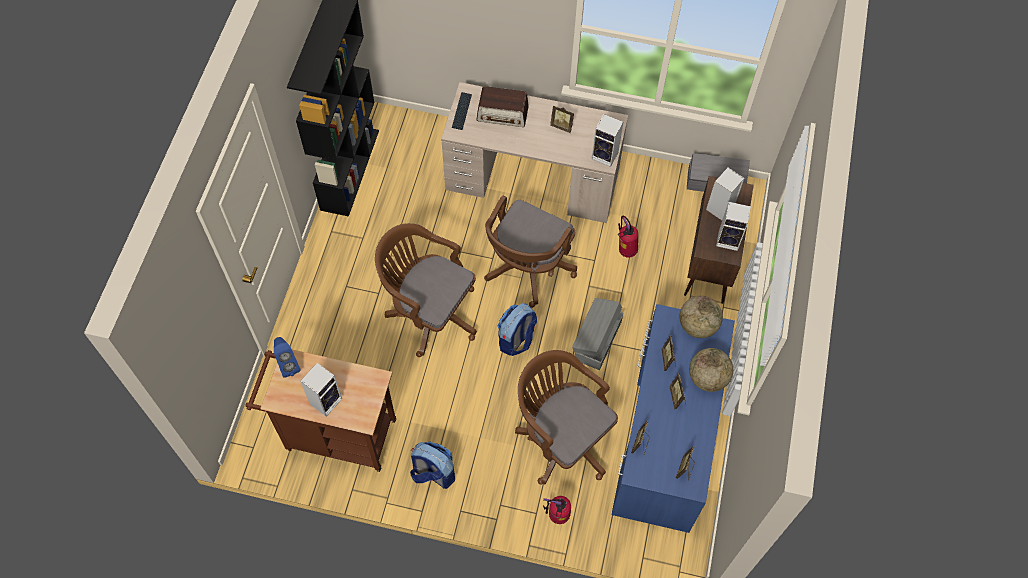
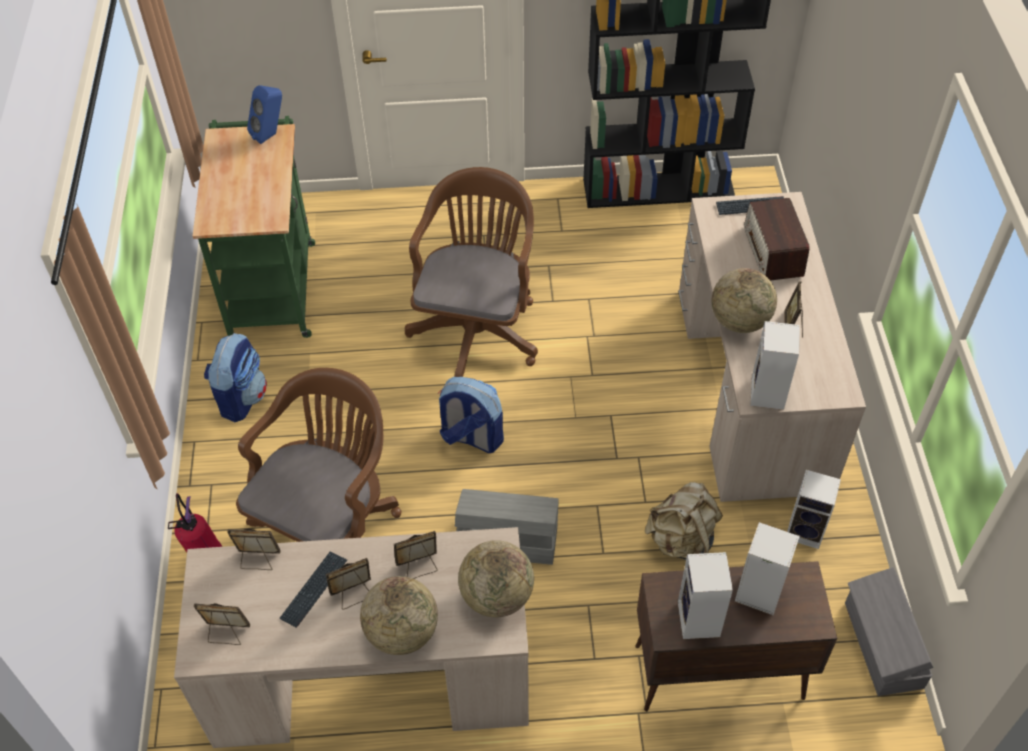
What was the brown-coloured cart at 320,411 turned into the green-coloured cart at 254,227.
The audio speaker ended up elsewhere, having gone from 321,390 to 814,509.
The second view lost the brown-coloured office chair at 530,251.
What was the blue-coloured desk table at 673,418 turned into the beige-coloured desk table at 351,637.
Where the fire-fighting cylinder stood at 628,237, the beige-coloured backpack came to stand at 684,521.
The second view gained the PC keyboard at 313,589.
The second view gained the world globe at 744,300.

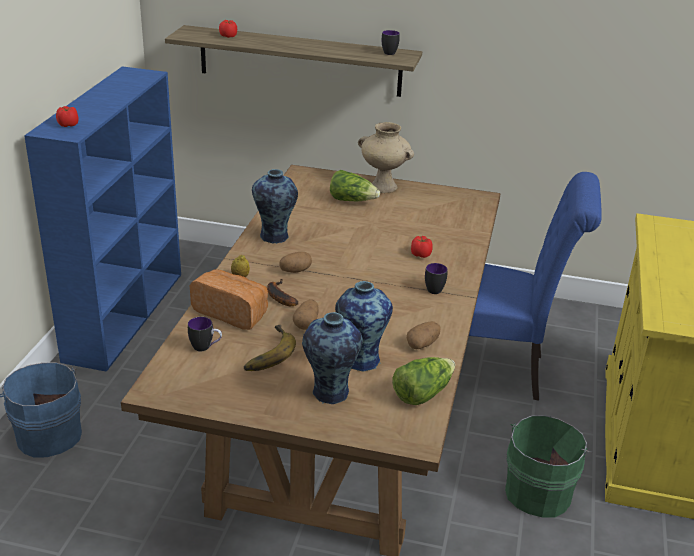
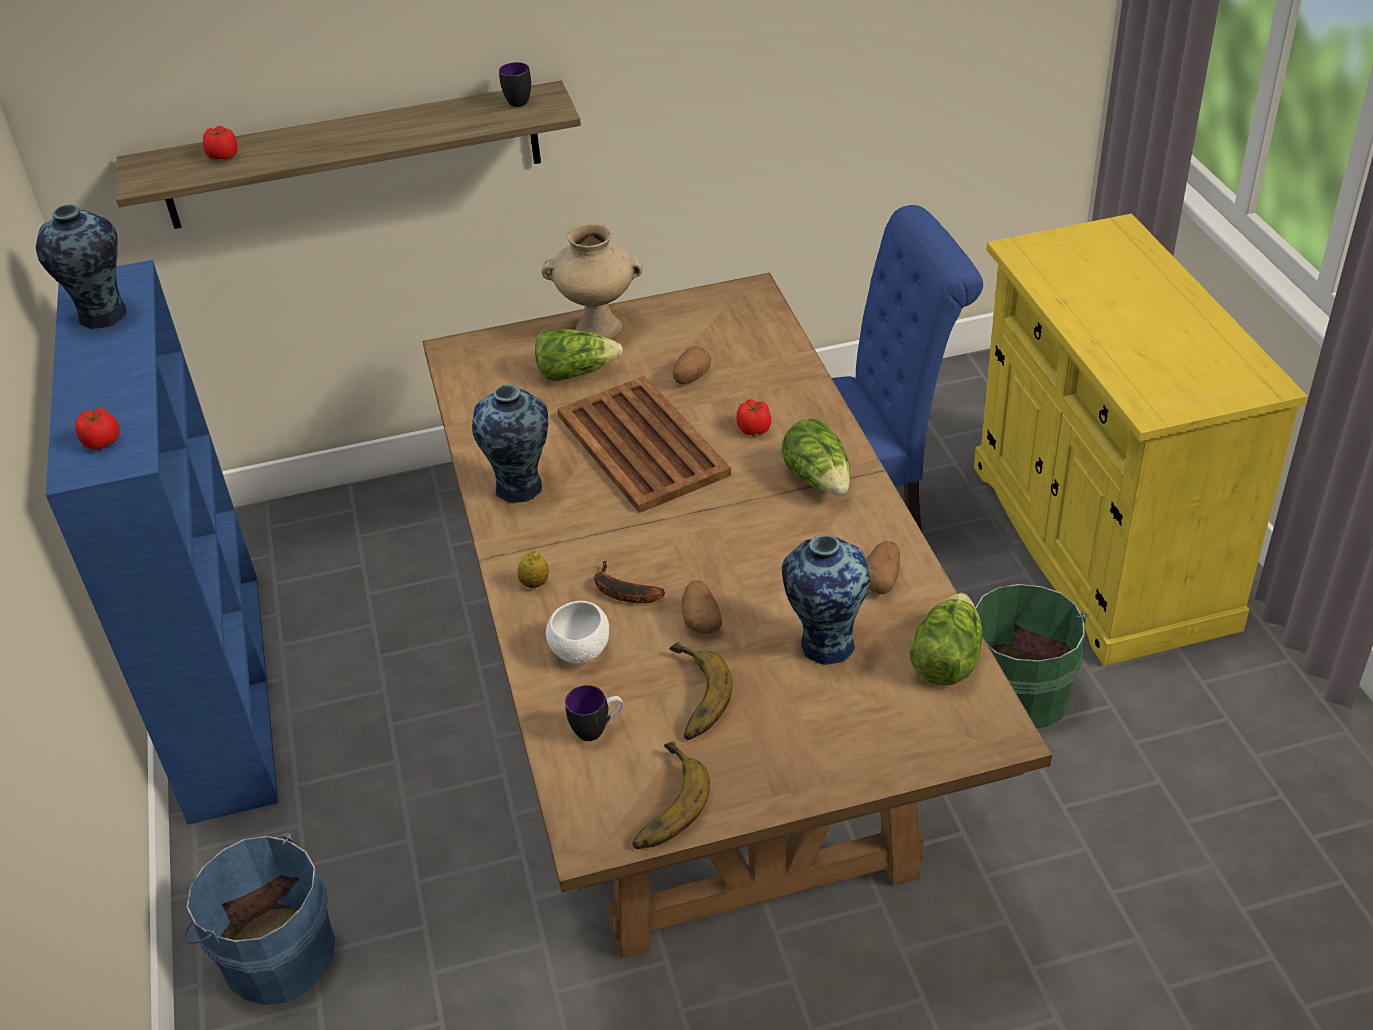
Where the bread stood at 229,299, the white serving bowl came to stand at 577,632.
The whole potato ended up elsewhere, having gone from 295,262 to 692,365.
The decorative vase ended up elsewhere, having gone from 332,358 to 81,267.
Where the coffee mug stood at 436,278, the lettuce came to stand at 816,457.
The second view gained the brown-coloured serving tray at 644,444.
The second view gained the whole banana at 671,795.

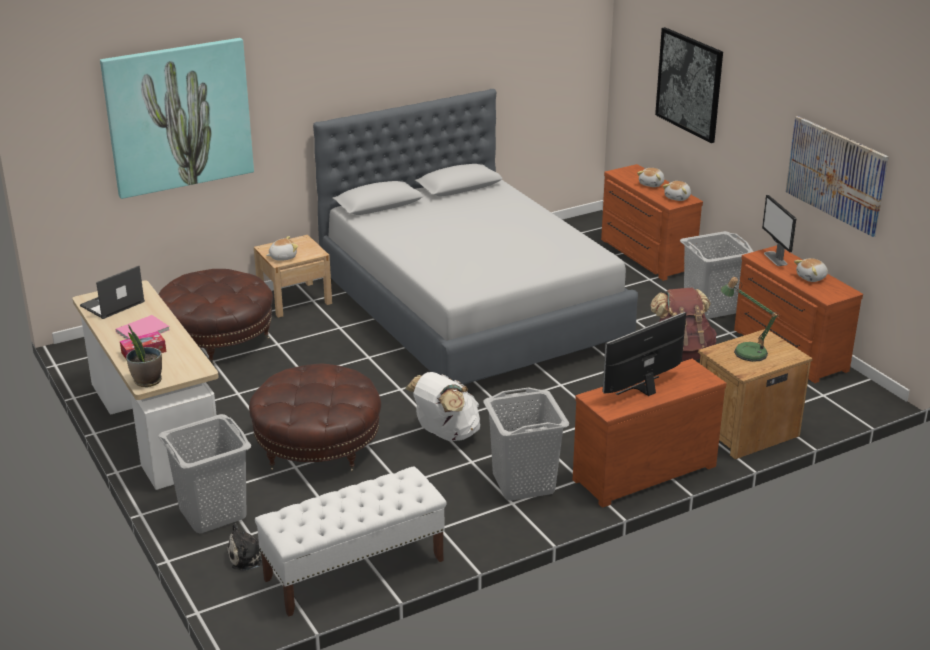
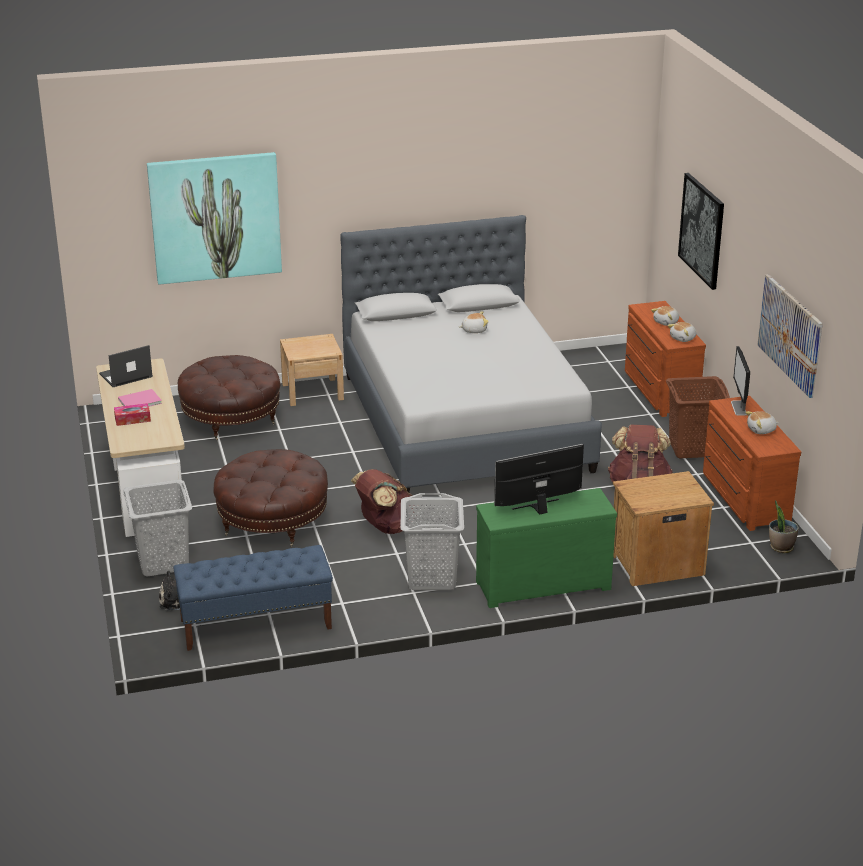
The plant in a pot ended up elsewhere, having gone from 144,356 to 784,526.
What was the white indoor bench at 351,542 turned into the blue-coloured indoor bench at 253,598.
The plush toy ended up elsewhere, having gone from 282,248 to 474,322.
What was the white backpack at 442,406 turned into the brown-coloured backpack at 384,501.
What was the brown-coloured dresser at 650,433 turned into the green-coloured dresser at 546,548.
What was the greyish washing basket at 717,275 turned into the brown-coloured washing basket at 698,417.
The second view lost the tabletop lamp at 750,319.

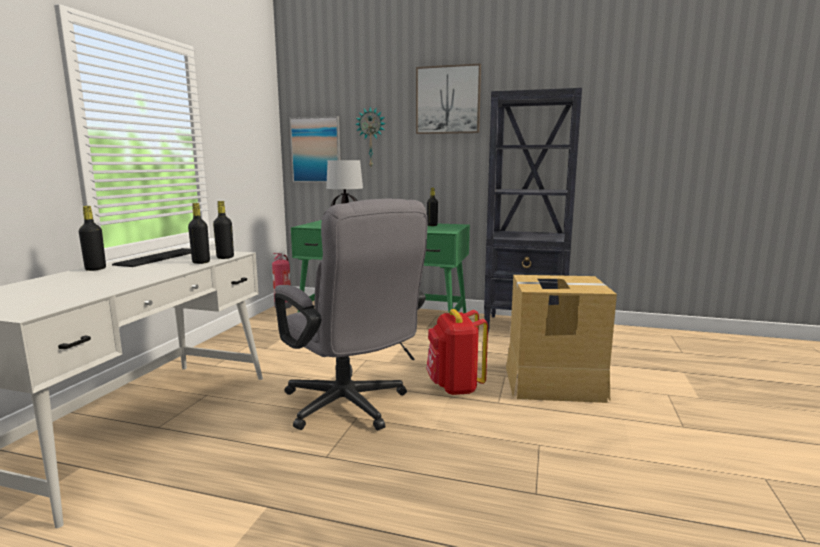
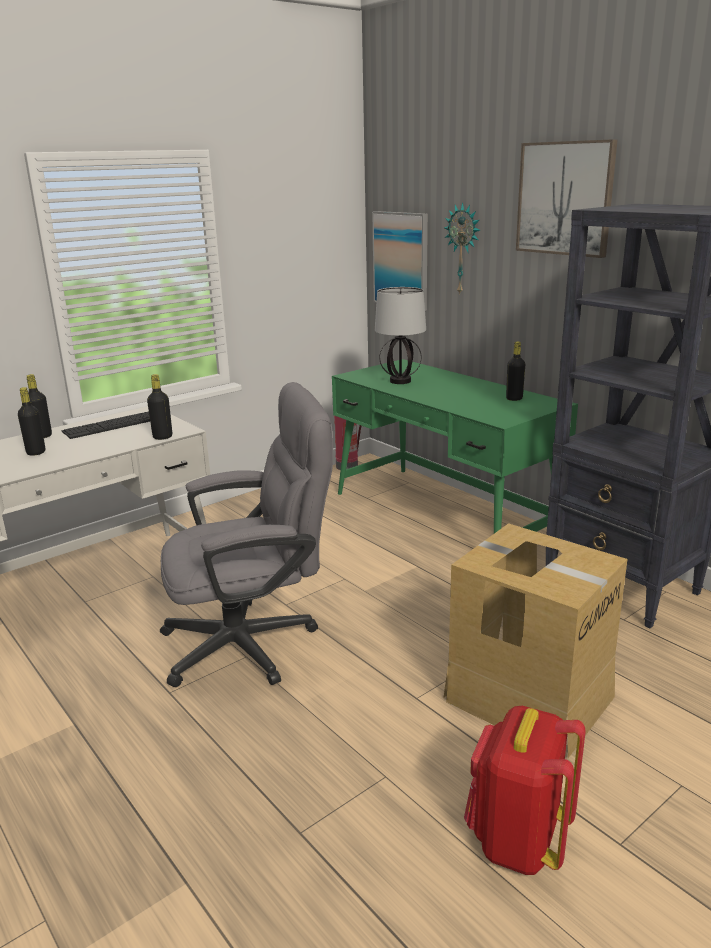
The black-coloured bottle ended up elsewhere, having gone from 199,233 to 31,421.
The greyish office chair at 350,314 ended up facing another way, 105 degrees counterclockwise from before.
The red-coloured backpack ended up elsewhere, having gone from 457,352 to 524,790.

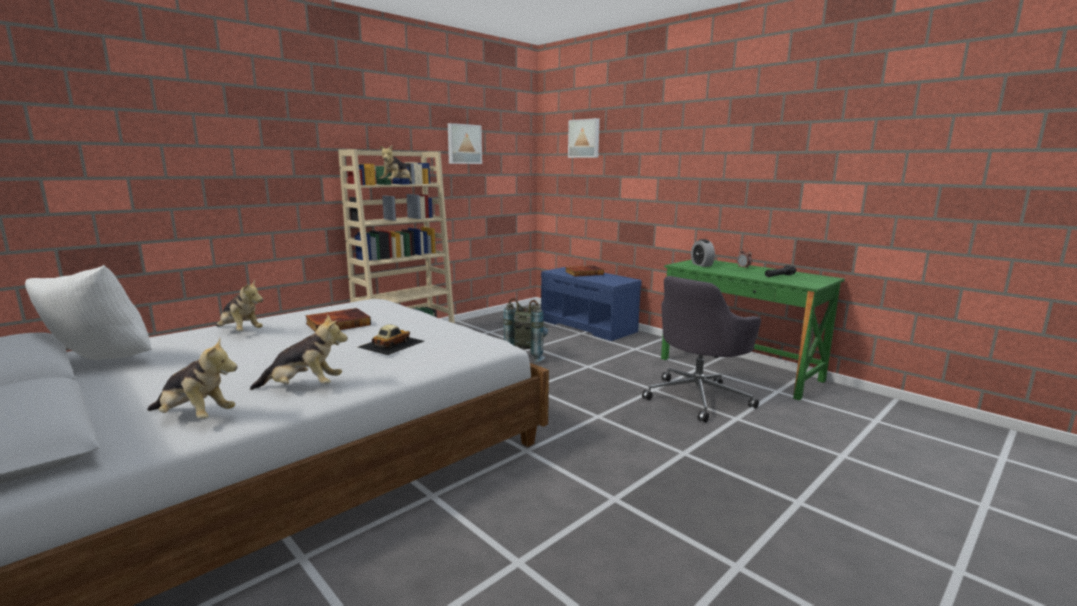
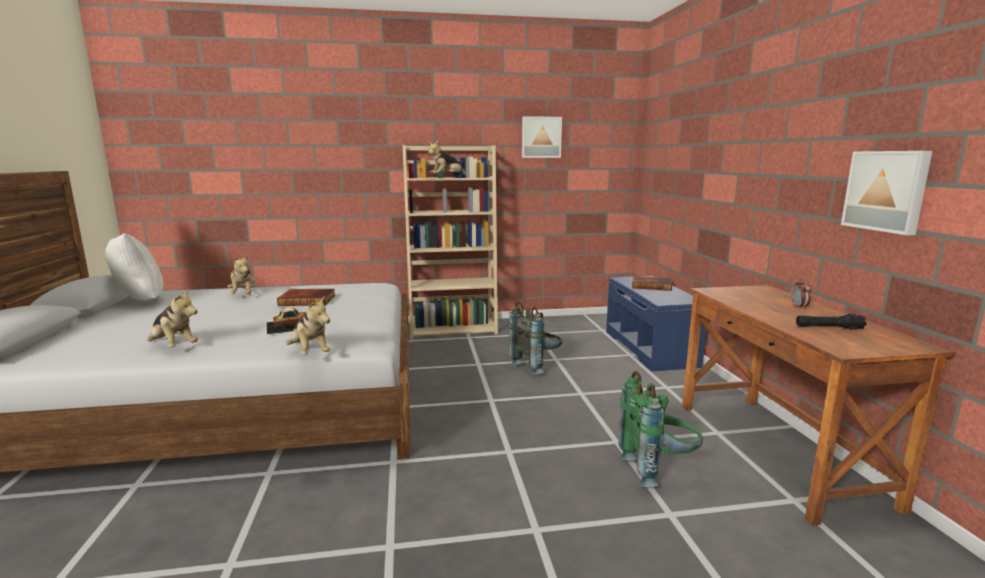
The plush toy ended up elsewhere, having gone from 192,378 to 307,325.
The wall art ended up elsewhere, having gone from 584,138 to 886,193.
Where the greyish office chair stood at 701,349, the green-coloured backpack came to stand at 660,429.
What was the green-coloured desk table at 753,330 turned into the brown-coloured desk table at 819,405.
The second view lost the bedside clock at 703,253.

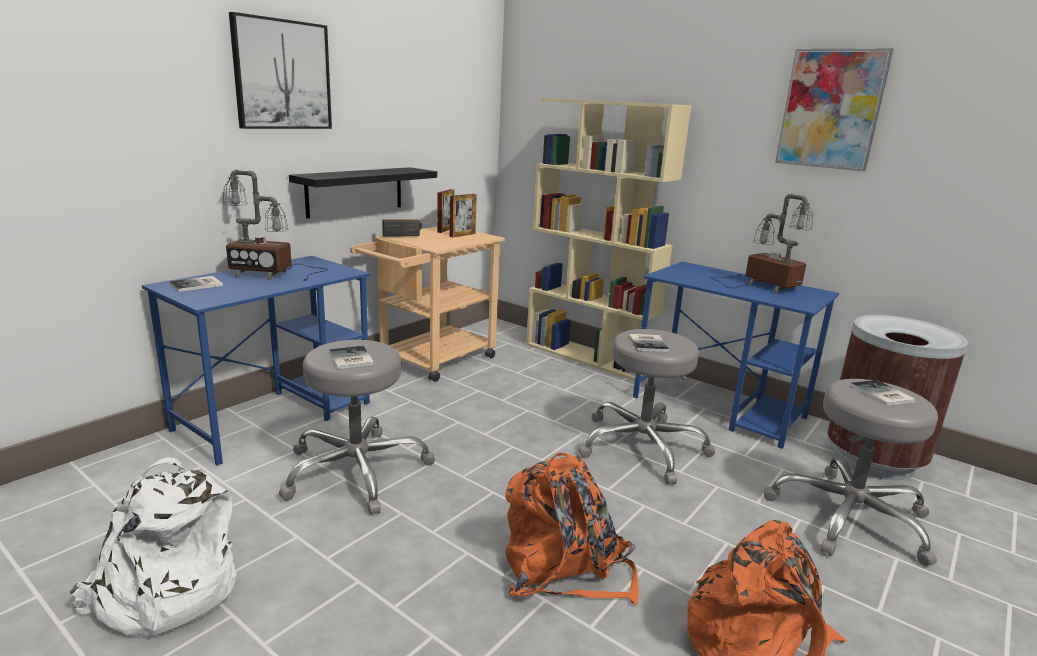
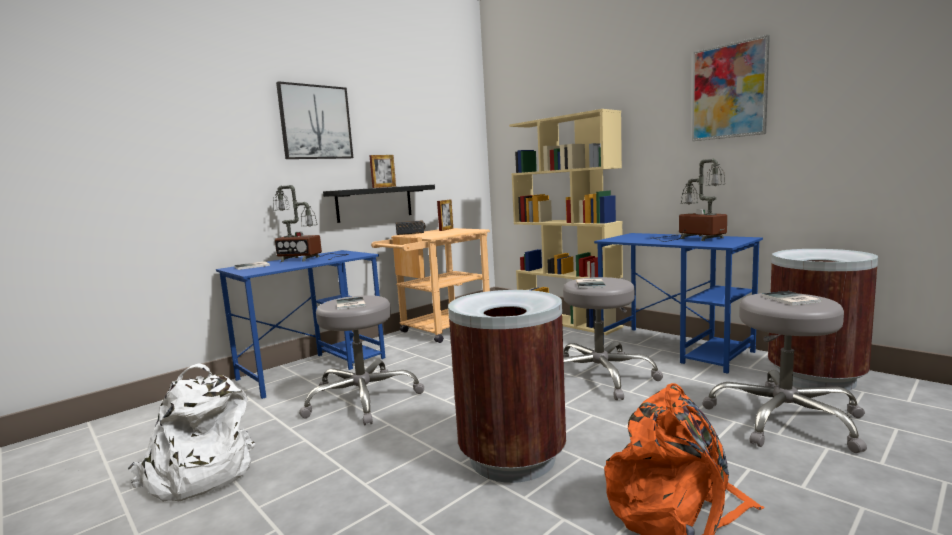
The photo frame ended up elsewhere, having gone from 463,216 to 382,171.
Where the orange backpack stood at 572,528, the brown-coloured trash can came to stand at 507,386.

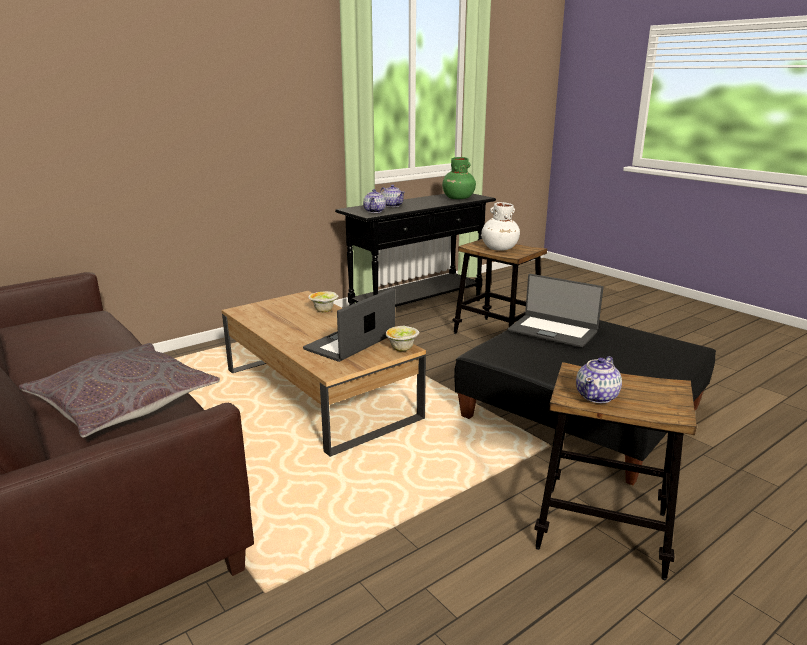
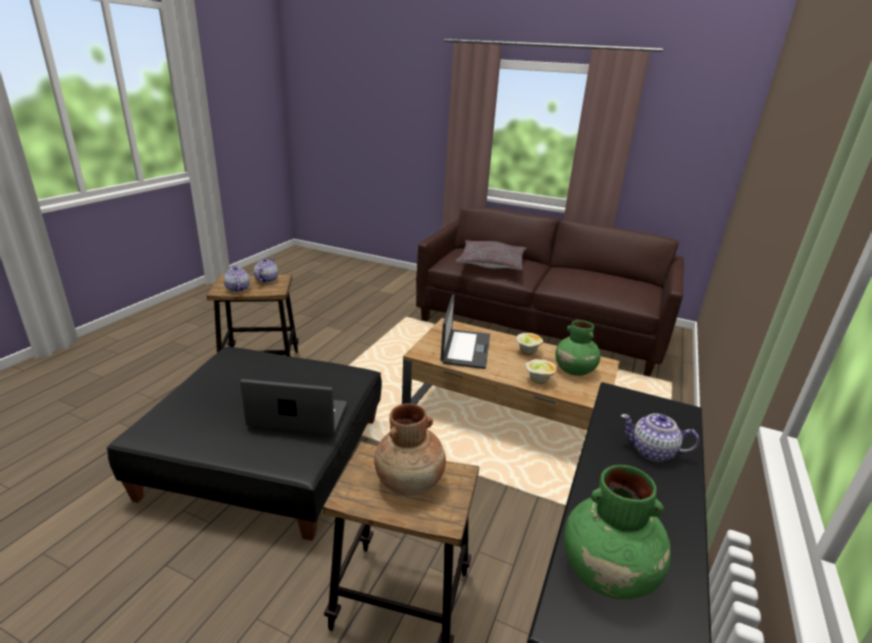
The pot for tea ended up elsewhere, having gone from 374,201 to 237,278.
The serving bowl ended up elsewhere, having gone from 402,338 to 529,344.
What was the white decorative vase at 500,226 turned into the brown-coloured decorative vase at 410,449.
The second view gained the green-coloured decorative vase at 577,348.

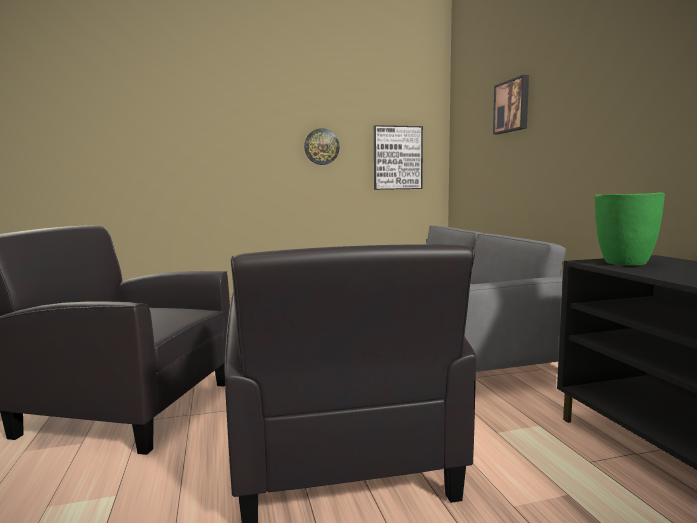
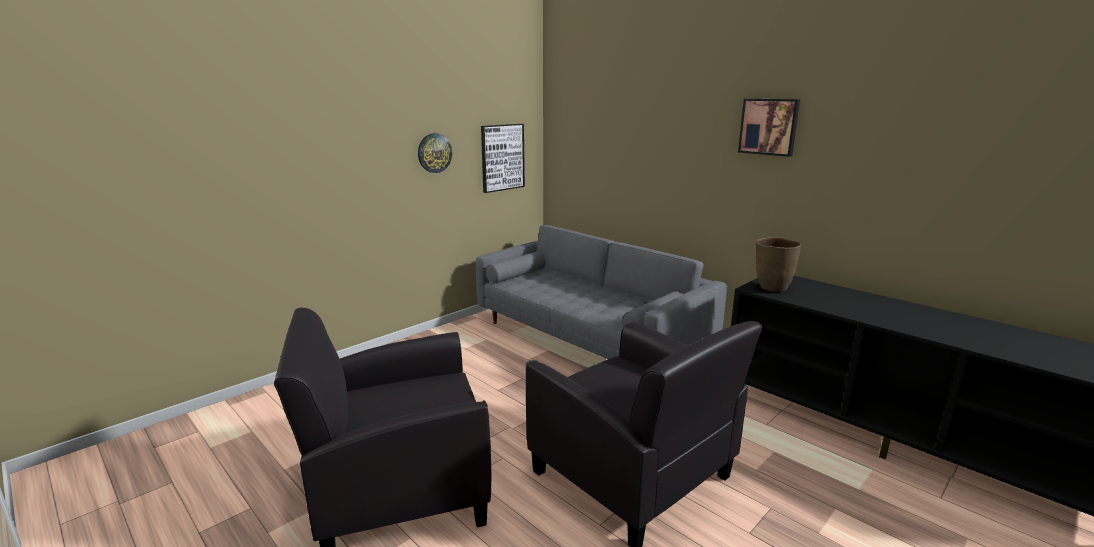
The wall art ended up elsewhere, having gone from 511,104 to 769,128.
What was the green-coloured decorative vase at 630,229 turned into the brown-coloured decorative vase at 778,264.

